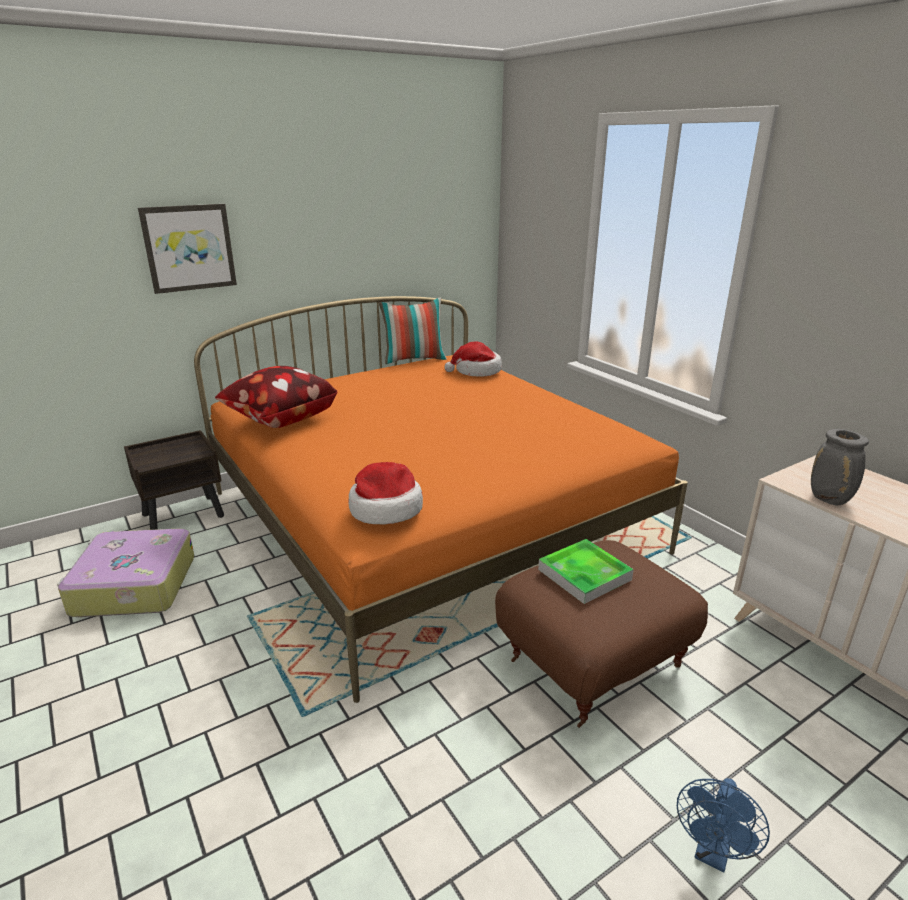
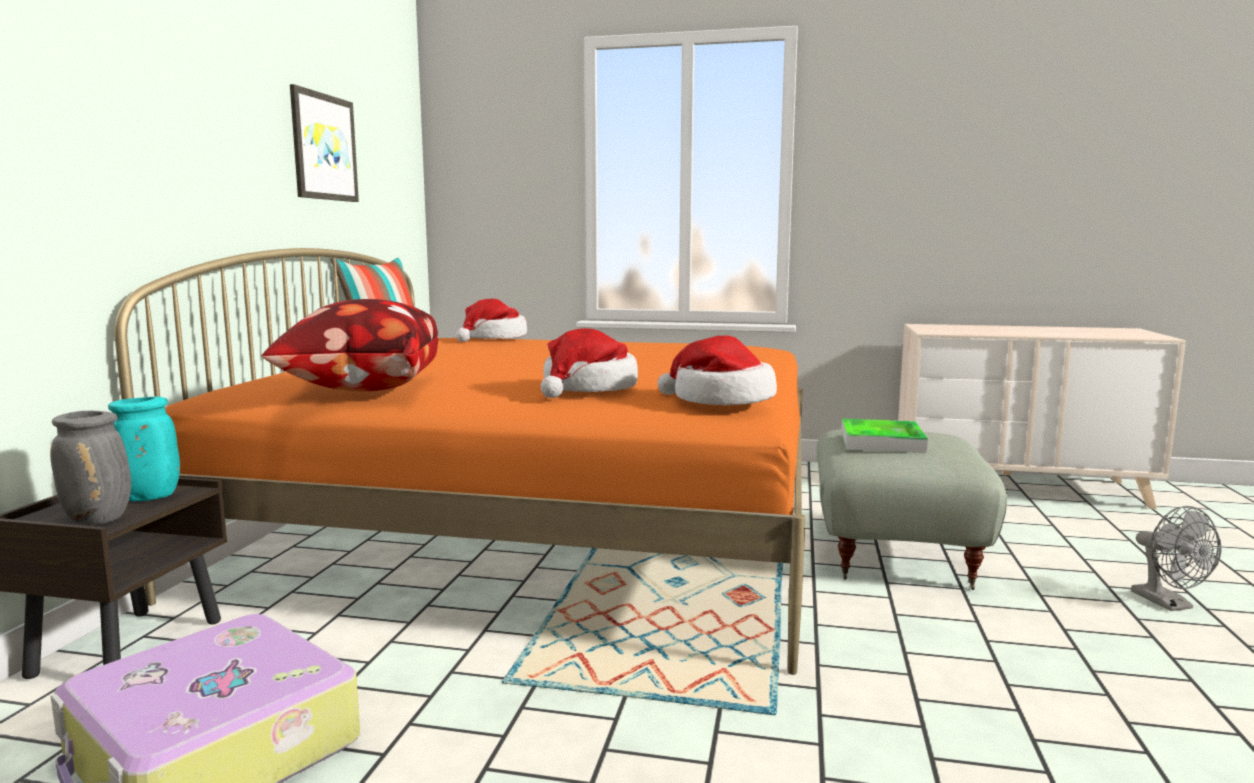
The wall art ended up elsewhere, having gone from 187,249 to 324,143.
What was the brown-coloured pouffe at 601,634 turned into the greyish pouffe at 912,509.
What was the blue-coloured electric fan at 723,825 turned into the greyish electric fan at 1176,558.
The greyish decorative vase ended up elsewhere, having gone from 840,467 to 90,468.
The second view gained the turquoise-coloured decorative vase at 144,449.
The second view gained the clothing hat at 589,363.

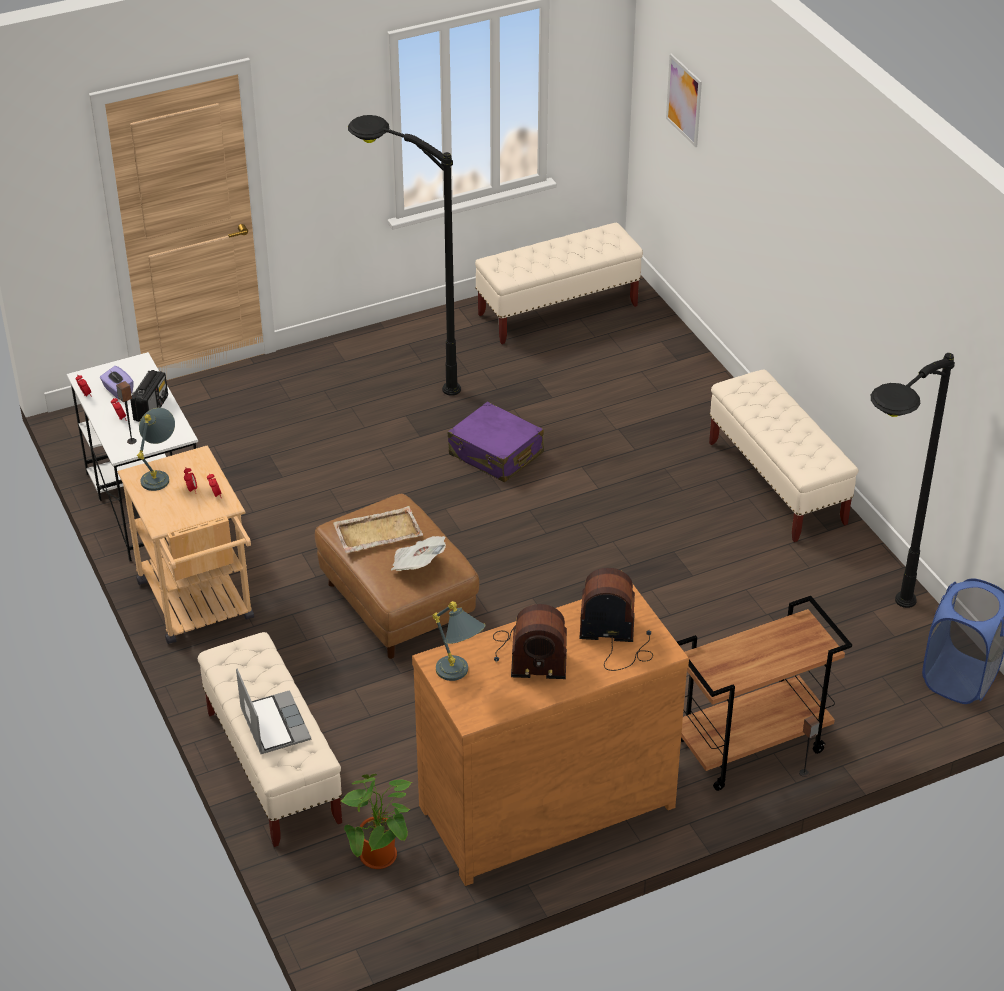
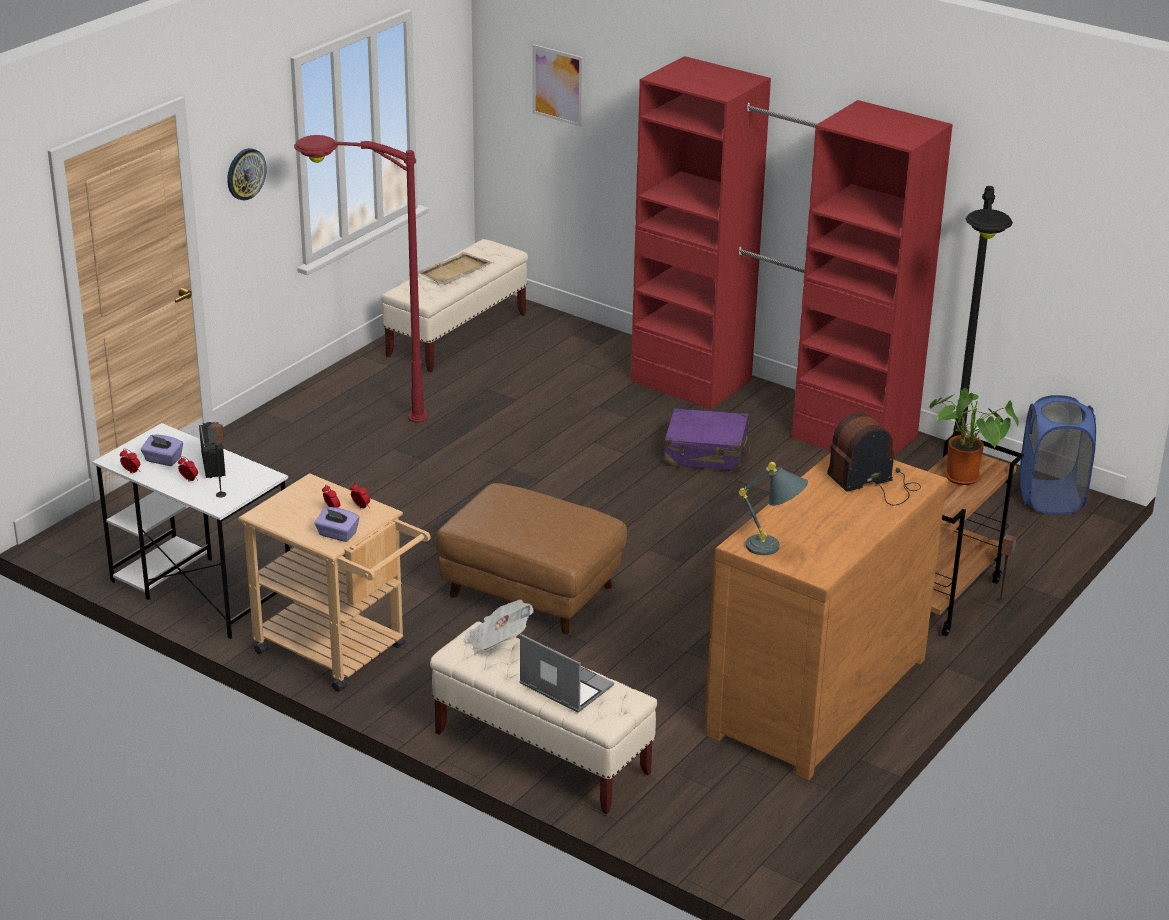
The second view lost the greyish tabletop lamp at 156,449.
The beige-coloured serving tray ended up elsewhere, having gone from 378,529 to 455,268.
The plant in a pot ended up elsewhere, having gone from 376,821 to 974,436.
What was the black-coloured standard lamp at 404,255 turned into the red-coloured standard lamp at 361,279.
The daily paper ended up elsewhere, having gone from 418,553 to 499,626.
The purplish travel case ended up elsewhere, having gone from 496,442 to 707,440.
The second view lost the radio receiver at 530,641.
Where the beige-coloured indoor bench stood at 784,456, the red-coloured wardrobe came to stand at 792,256.
The second view gained the hanging clock at 247,174.
The second view gained the purplish tissue box at 337,524.

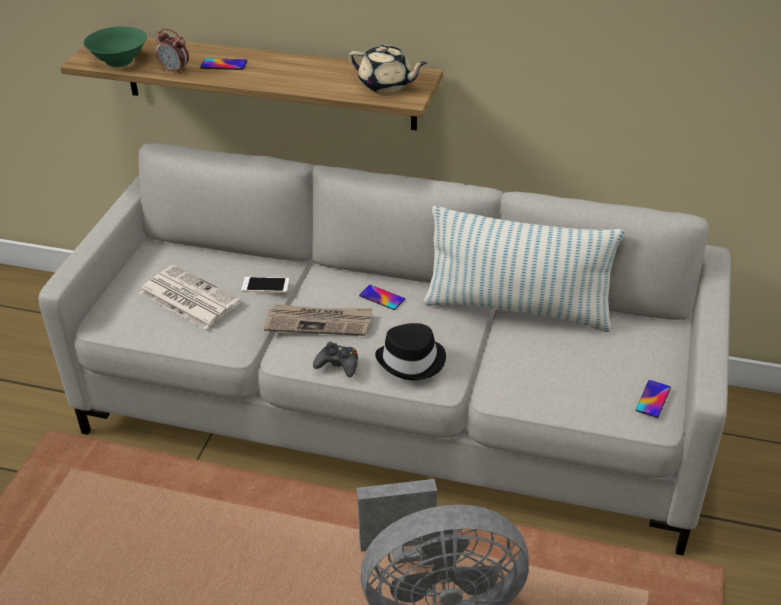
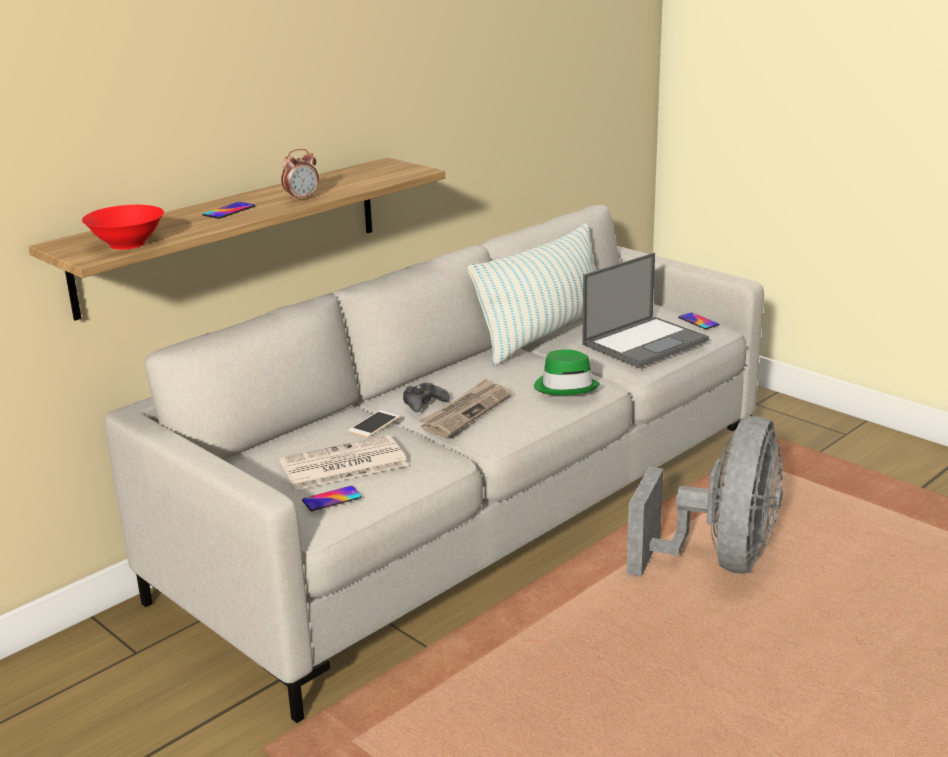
What was the green-coloured serving bowl at 115,46 turned into the red-coloured serving bowl at 123,227.
The bedside clock ended up elsewhere, having gone from 172,52 to 300,175.
The black-coloured game controller ended up elsewhere, having gone from 335,359 to 426,397.
The second view lost the beige-coloured pot for tea at 388,69.
The handset ended up elsewhere, having gone from 382,297 to 332,498.
What was the black-coloured clothing hat at 410,351 turned into the green-coloured clothing hat at 567,372.
The second view gained the notebook computer at 645,310.

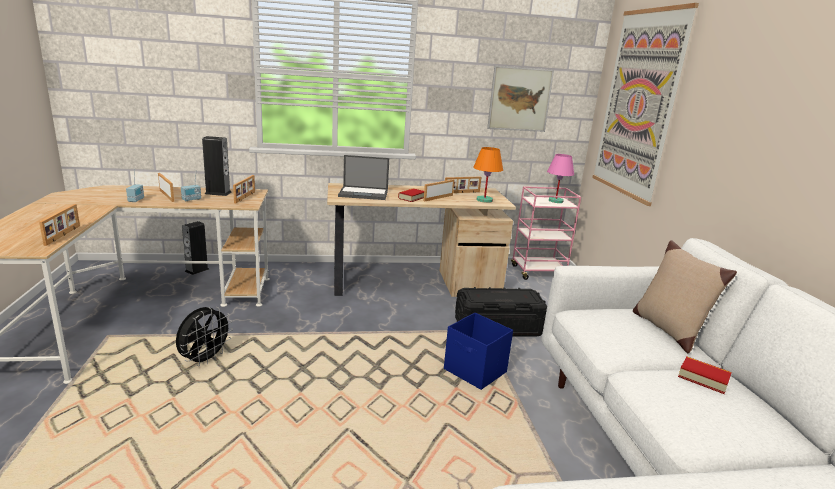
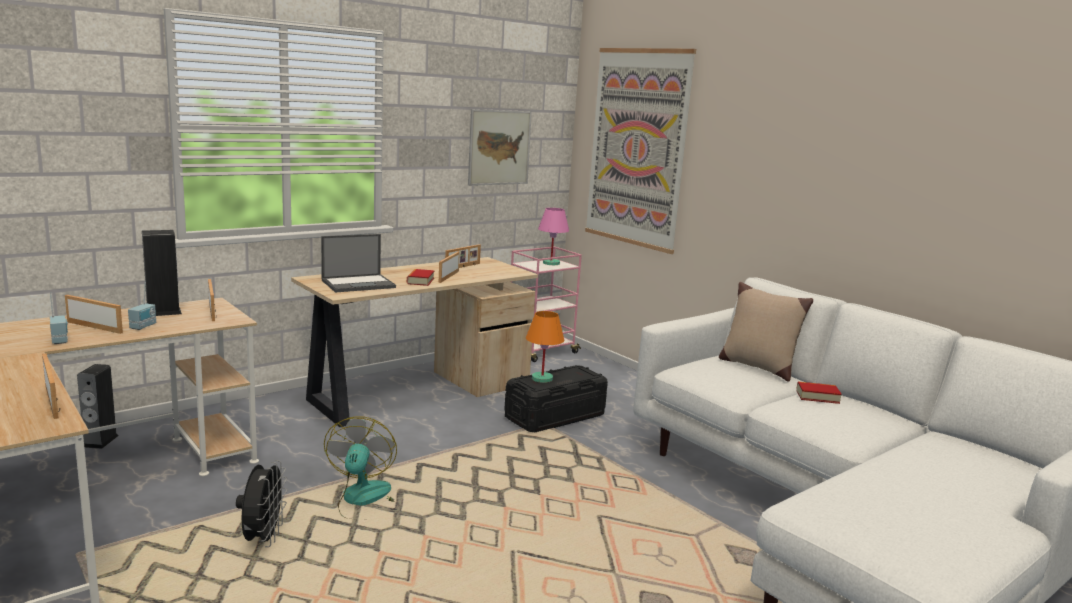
The second view lost the blue-coloured storage box at 478,351.
The orange tabletop lamp ended up elsewhere, having gone from 488,175 to 545,347.
The second view gained the electric fan at 360,467.

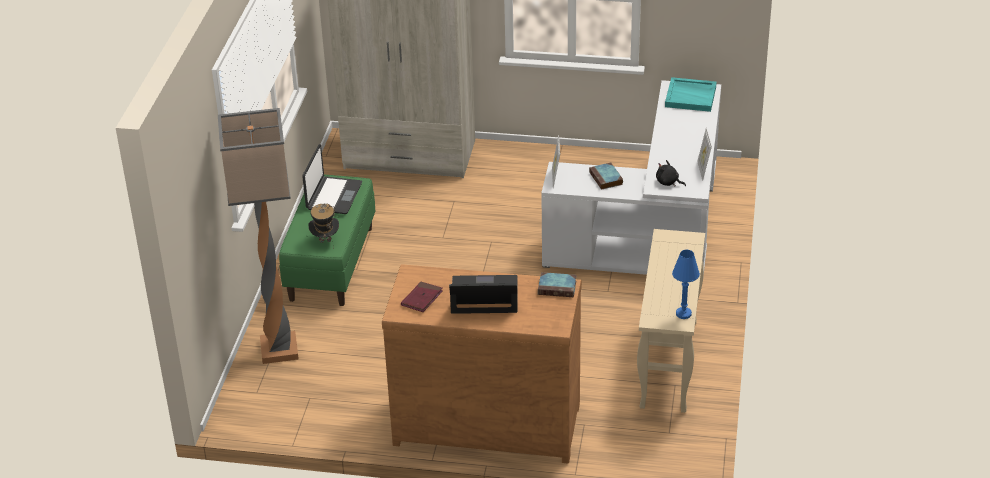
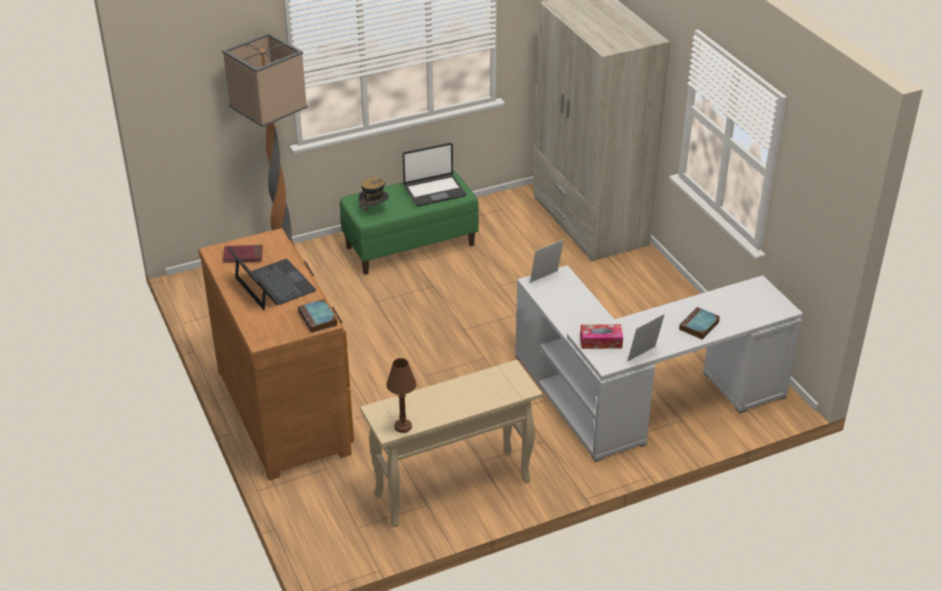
The book ended up elsewhere, having gone from 606,176 to 699,323.
Where the black-coloured plush toy stood at 671,173, the tissue box came to stand at 601,336.
The second view lost the turquoise-coloured serving tray at 691,94.
What was the blue-coloured tabletop lamp at 686,284 turned into the brown-coloured tabletop lamp at 401,395.

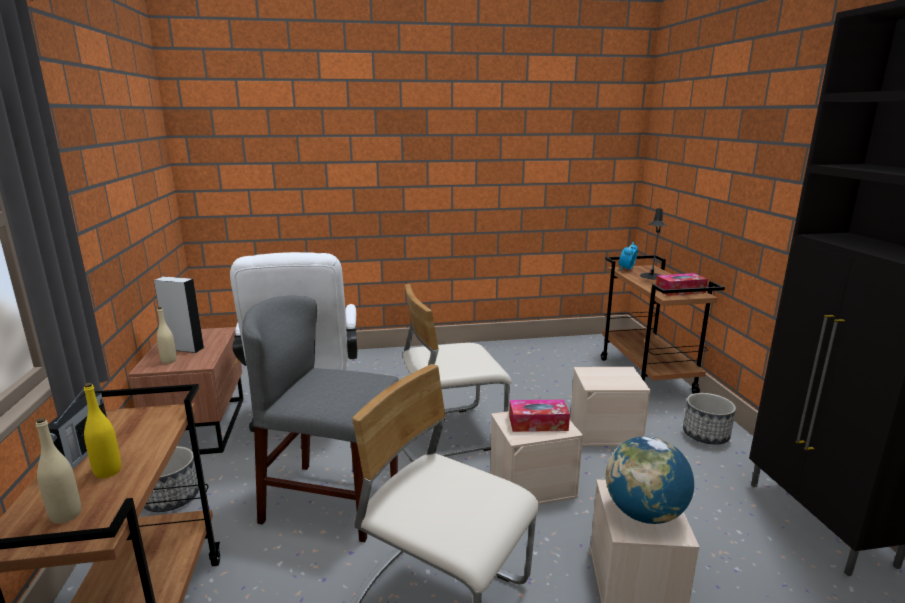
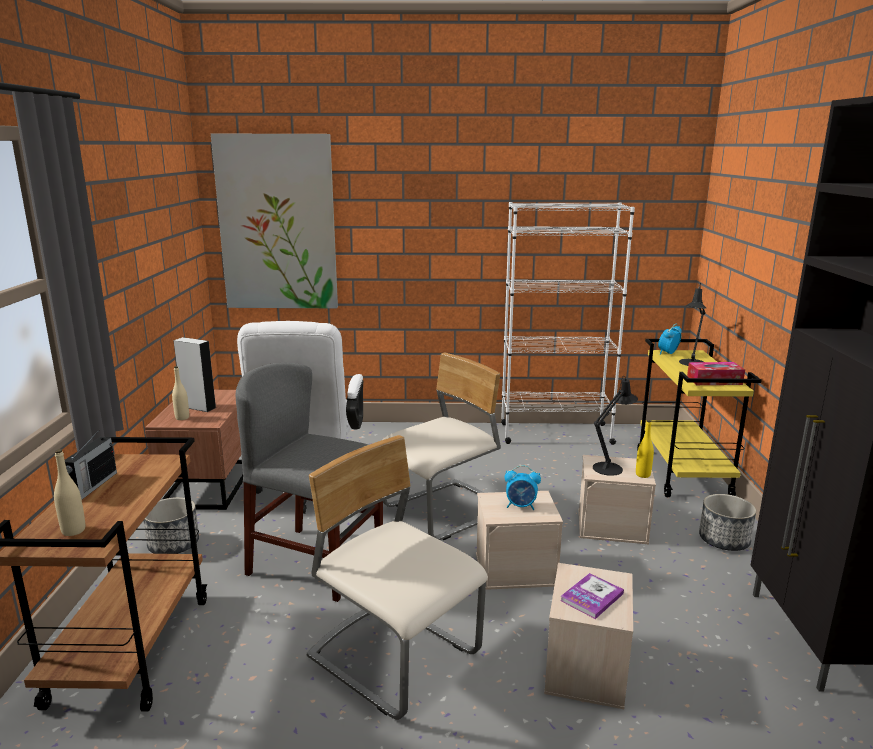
The yellowish bottle ended up elsewhere, having gone from 102,430 to 645,449.
The beige-coloured chair at 457,373 ended up facing another way, 150 degrees clockwise from before.
Where the tissue box stood at 539,416, the bedside clock came to stand at 523,487.
What was the brown-coloured cart at 663,324 turned into the yellowish cart at 699,418.
Where the world globe stood at 650,480, the book came to stand at 592,596.
The second view gained the wall art at 274,220.
The second view gained the white bookshelf at 568,323.
The second view gained the black-coloured tabletop lamp at 615,426.

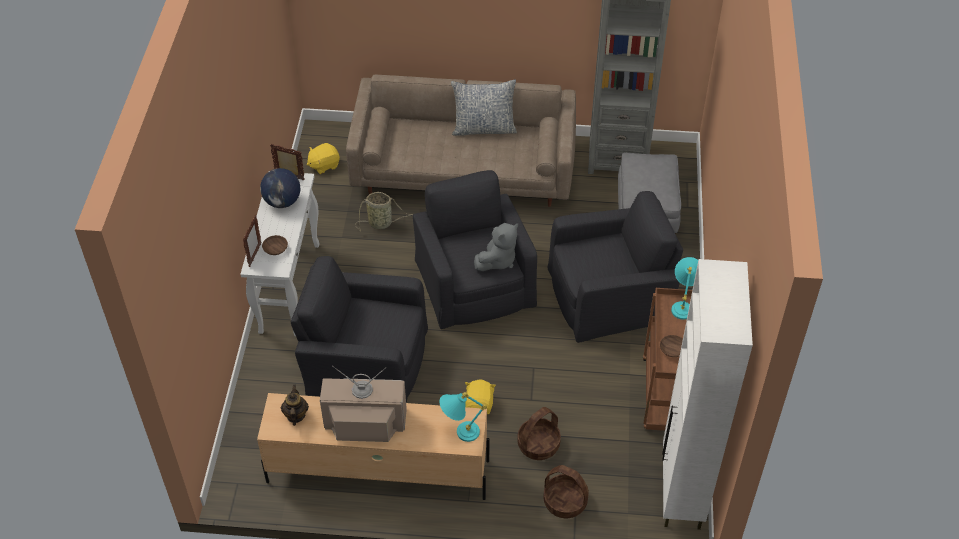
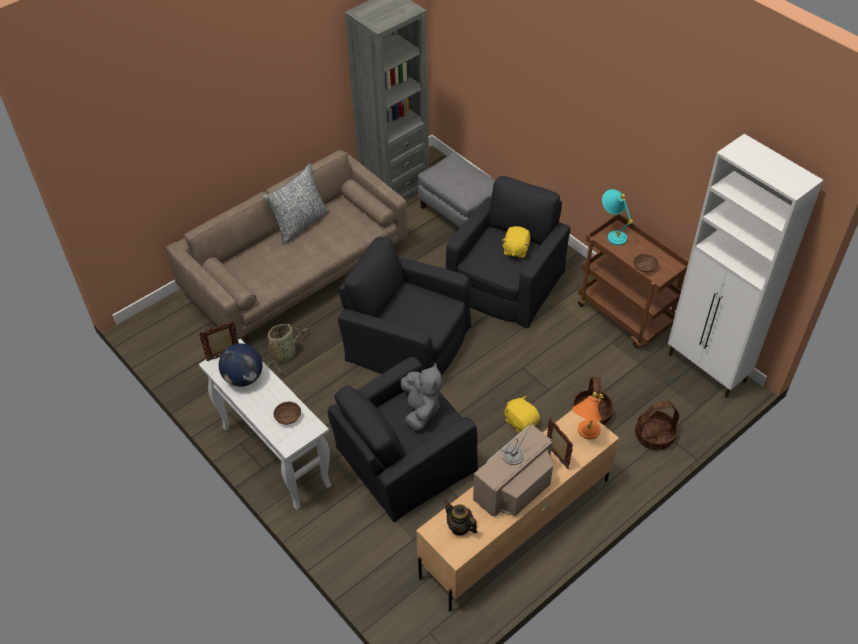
The photo frame ended up elsewhere, having gone from 252,240 to 560,443.
The yellowish plush toy ended up elsewhere, having gone from 323,158 to 516,242.
What was the turquoise-coloured tabletop lamp at 463,417 turned into the orange tabletop lamp at 587,415.
The greyish plush toy ended up elsewhere, having gone from 496,247 to 421,396.

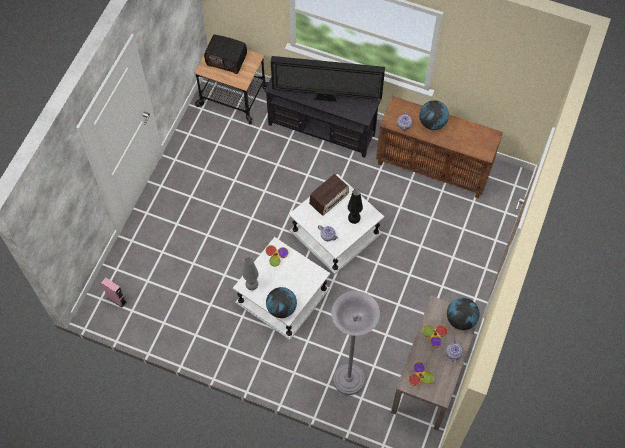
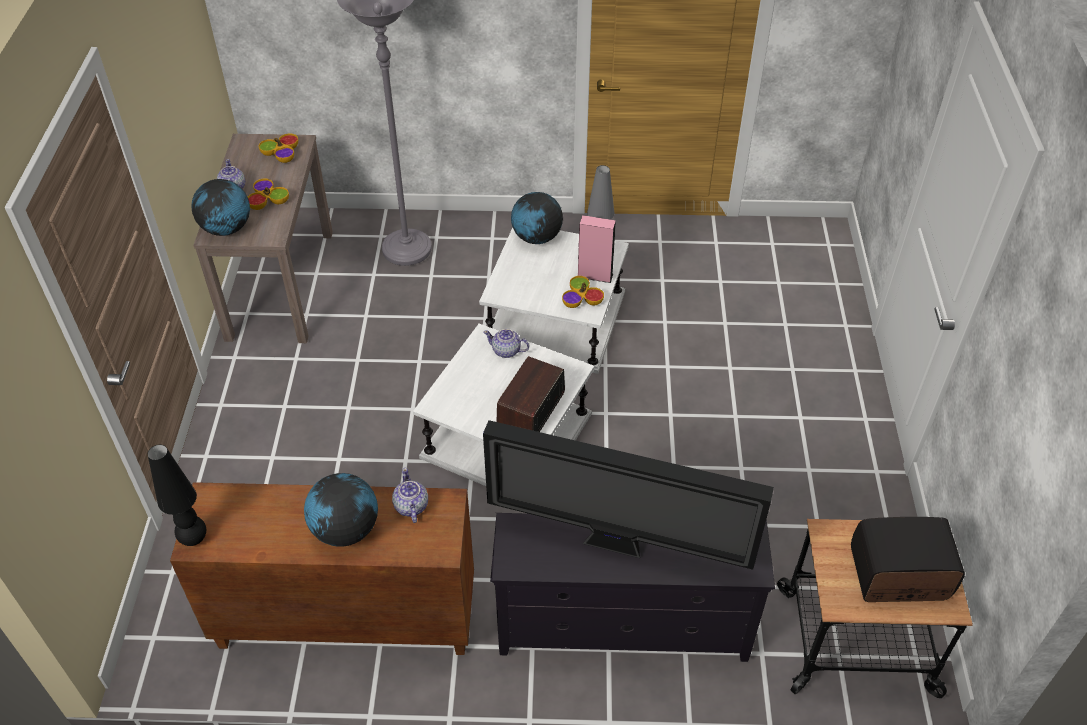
The pink-coloured audio speaker ended up elsewhere, having gone from 114,292 to 597,249.
The television at 328,79 ended up facing another way, 150 degrees counterclockwise from before.
The black-coloured tabletop lamp ended up elsewhere, having gone from 355,206 to 177,495.

